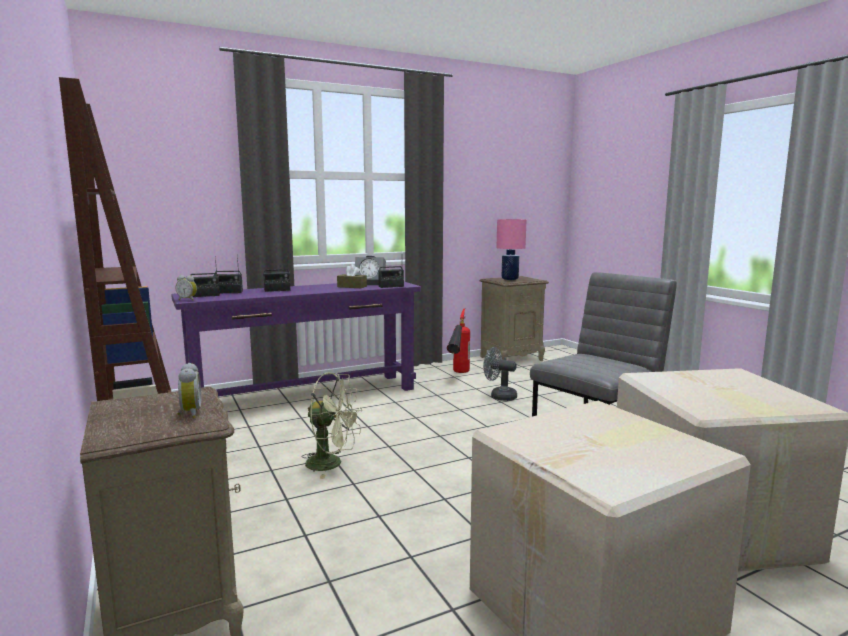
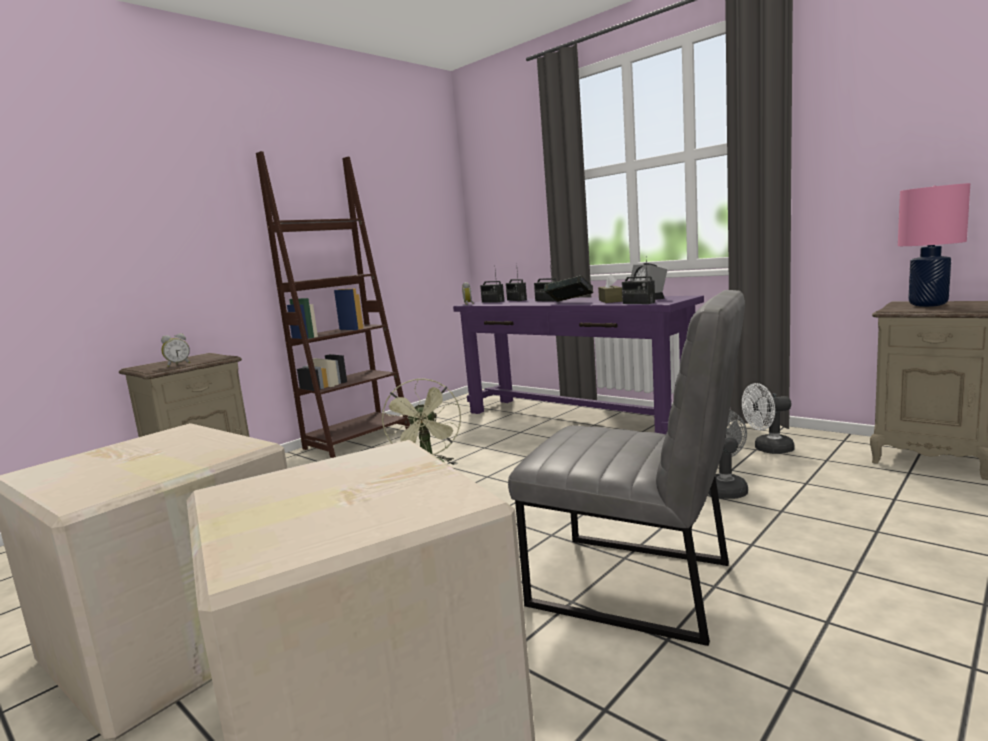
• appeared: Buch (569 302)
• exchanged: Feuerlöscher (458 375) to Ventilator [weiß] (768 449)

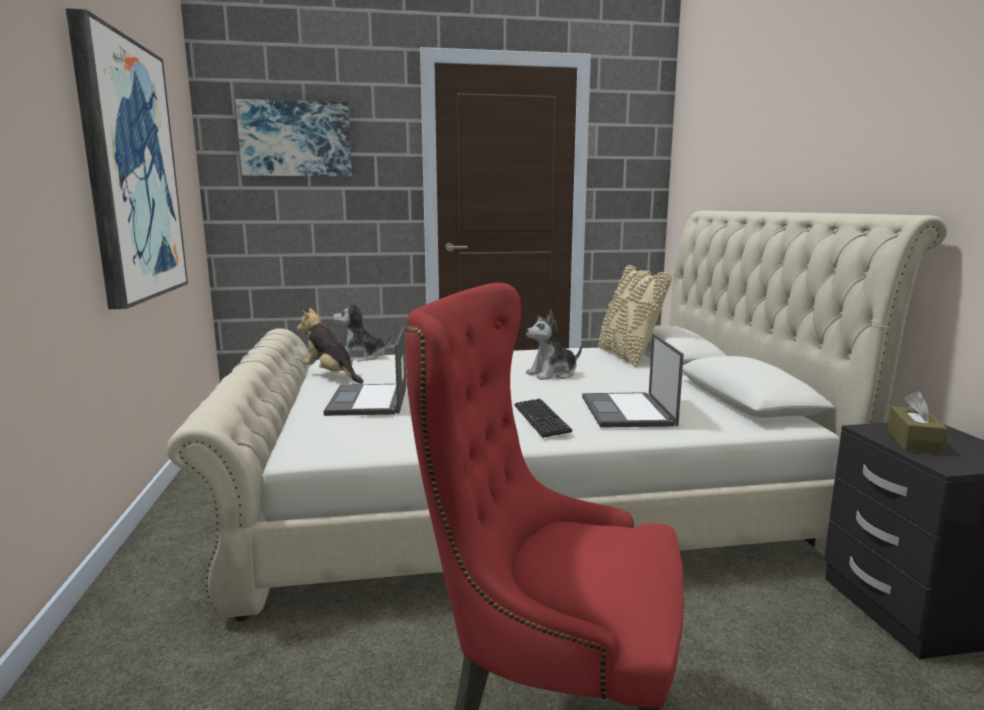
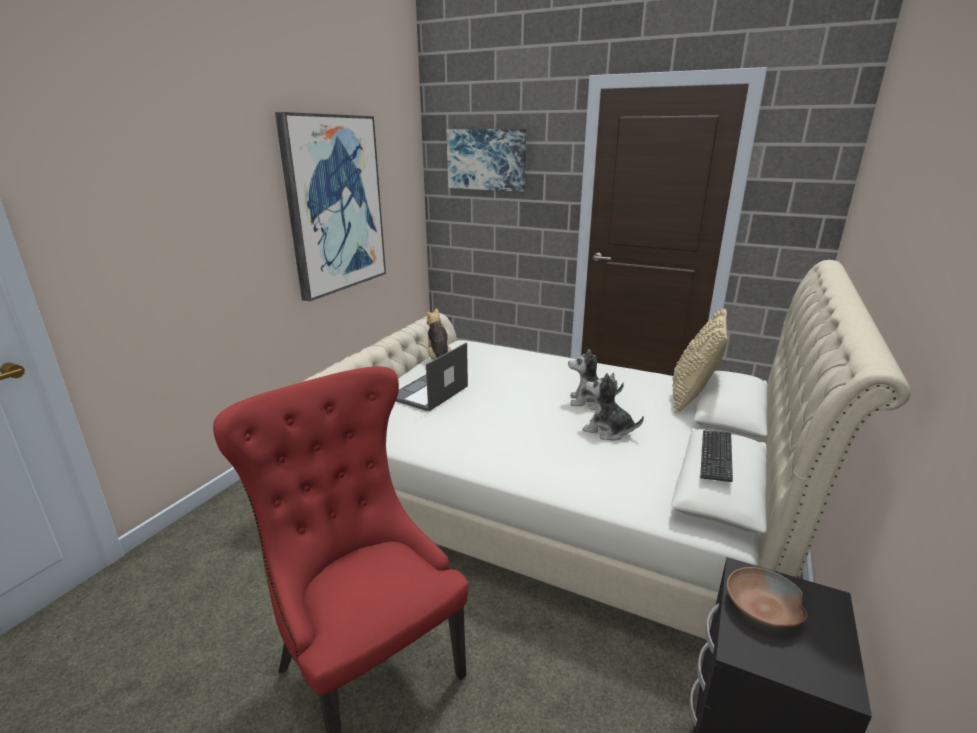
• missing: Laptop (628 411)
• relocated: Plüschtier (361 358) to (608 431)
• relocated: Tastatur (541 419) to (716 456)
• exchanged: Taschentuchbox [braun] (913 442) to Schüssel [braun] (762 608)

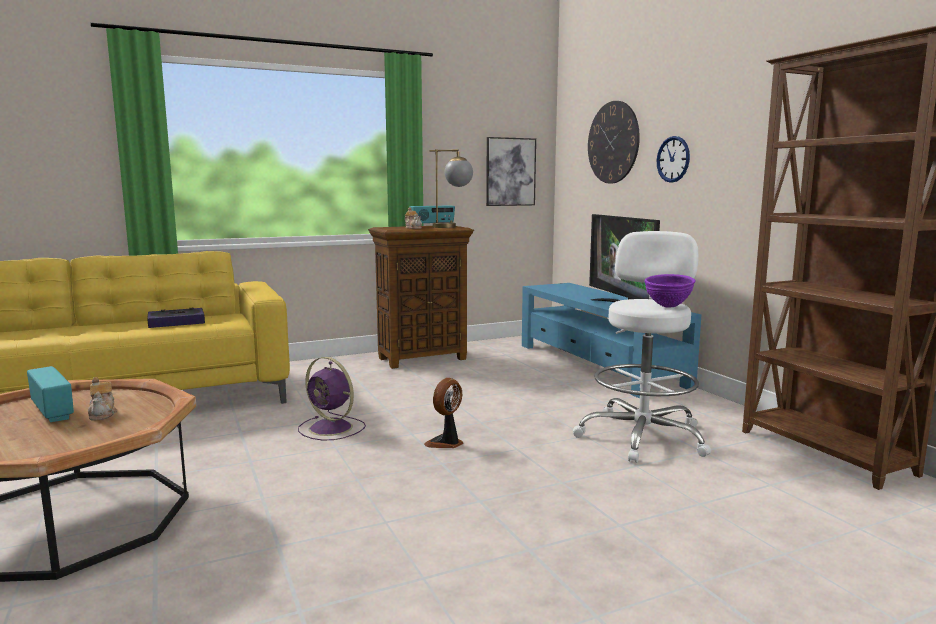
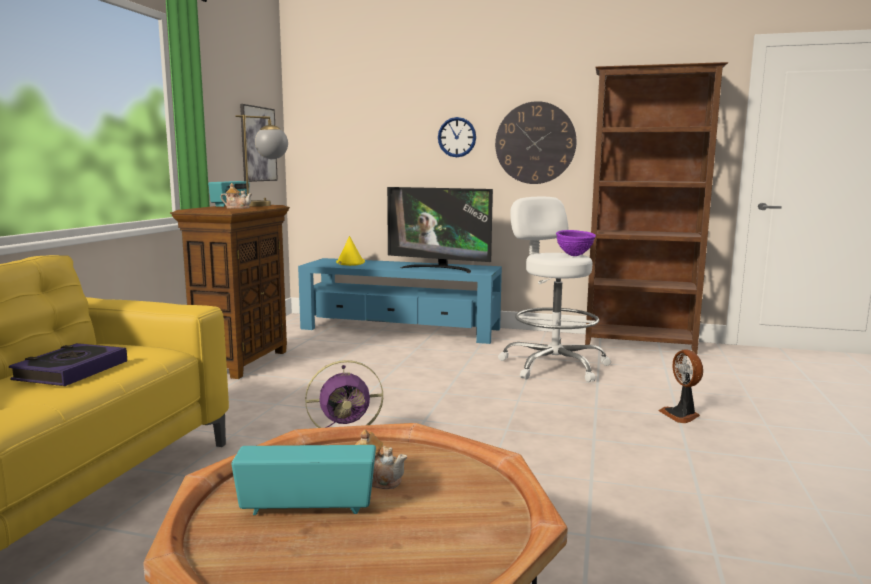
• appeared: Hut [gelb] (350 262)
• relocated: Ventilator (446 443) to (681 415)
• relocated: Wanduhr (613 142) to (535 143)

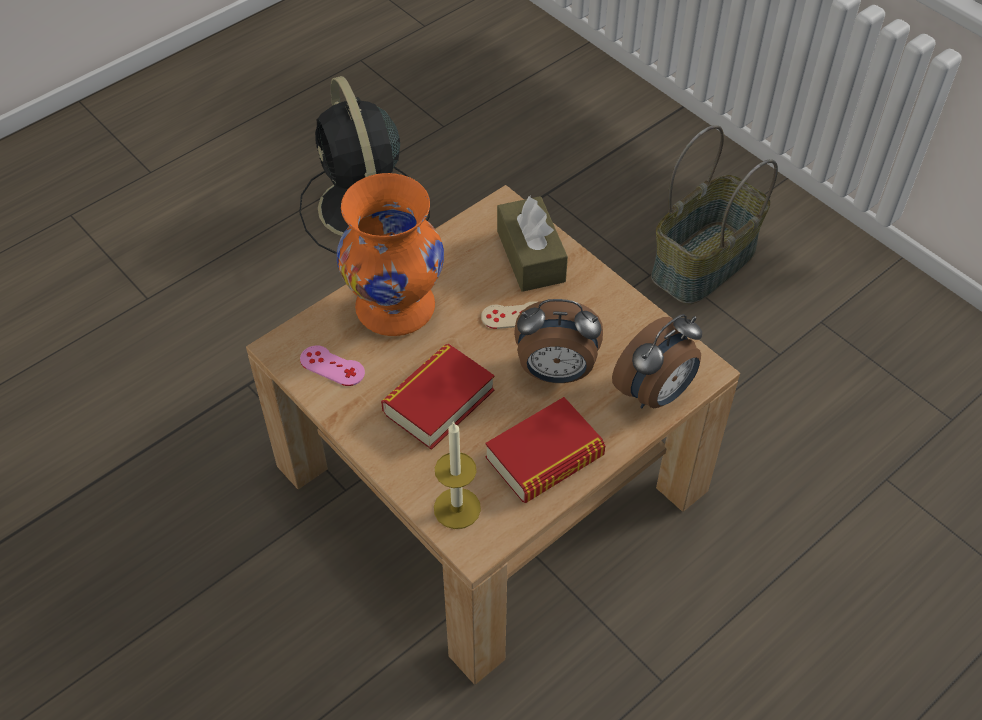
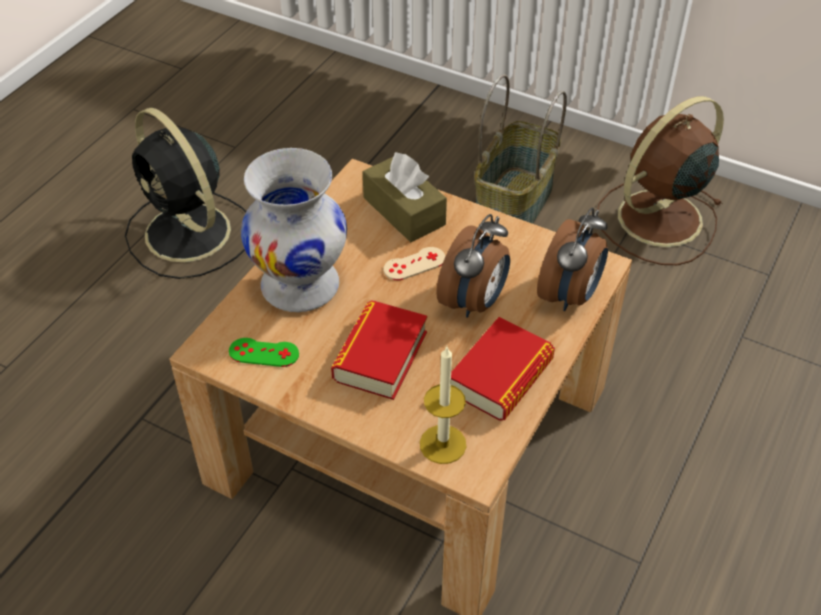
• appeared: Ventilator [braun] (656 220)
• colour: Gamepad [rosa] (332 366) to Gamepad [grün] (264 353)
• colour: Vase [orange] (393 307) to Vase [weiß] (298 286)
• spun: Wecker (555 372) = (474 302) 45 degrees counterclockwise

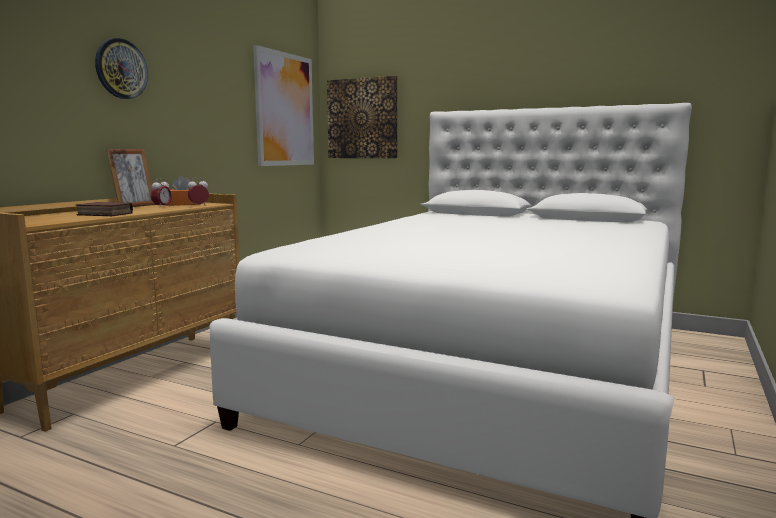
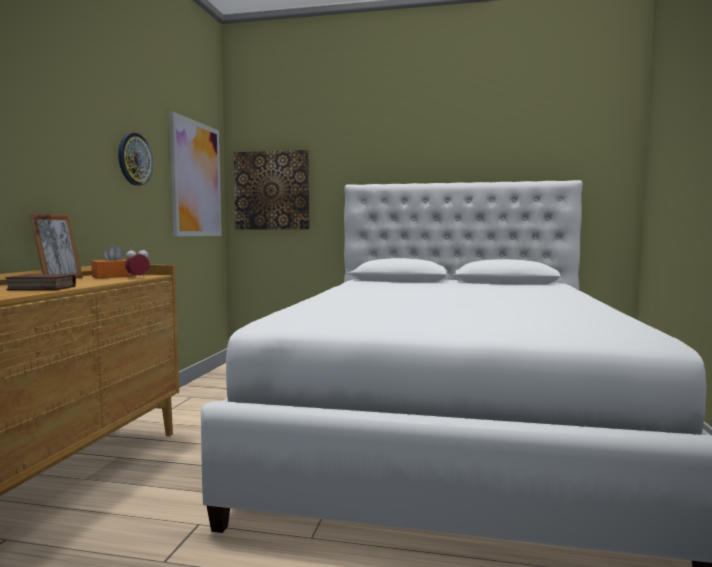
• missing: Wecker (162 207)
• relocated: Wanduhr (121 69) to (134 159)

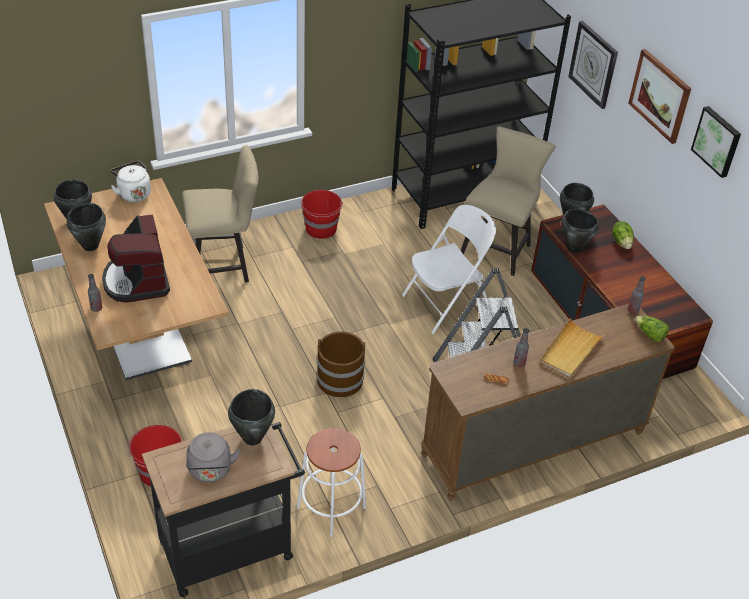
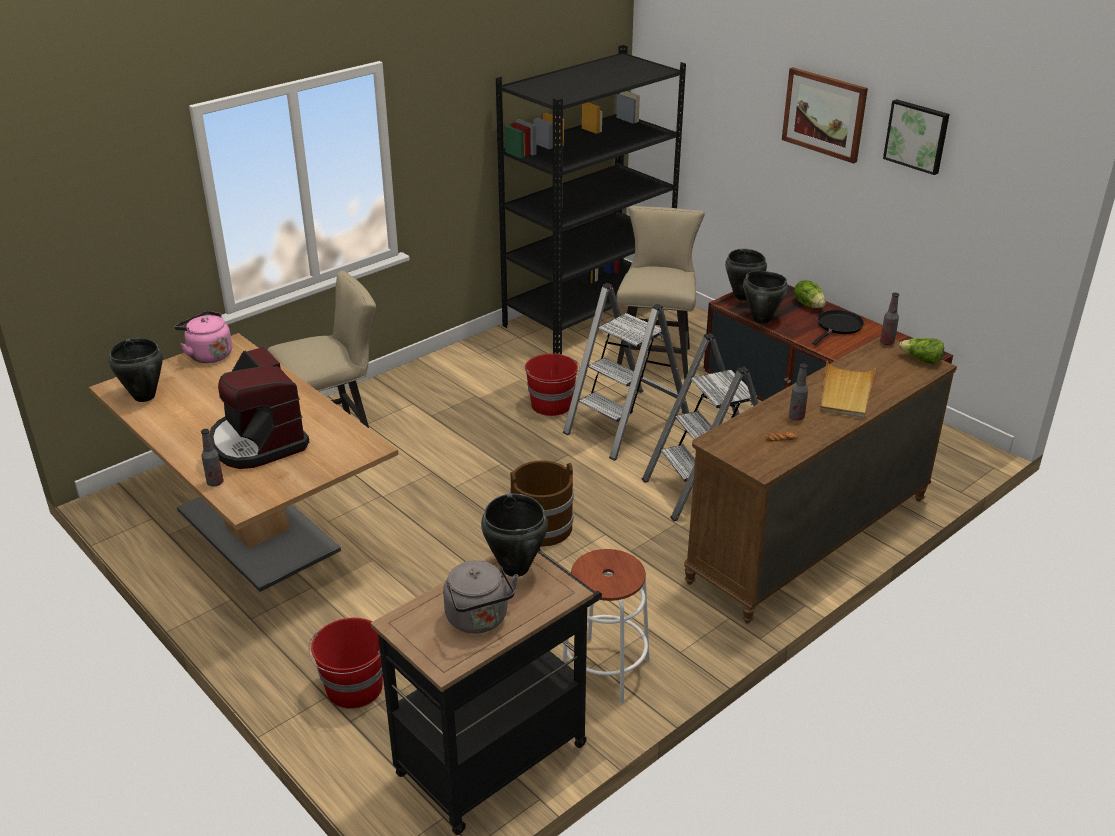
• missing: Kochtopf [schwarz] (91 246)
• missing: Wanduhr (593 64)
• appeared: Pfanne [schwarz] (838 327)
• relocated: Eimer [rot] (321 229) to (552 405)
• exchanged: Stuhl [weiß] (447 304) to Trittleiter [grau] (628 422)
• colour: Wasserkessel [weiß] (133 193) to Wasserkessel [rosa] (208 355)

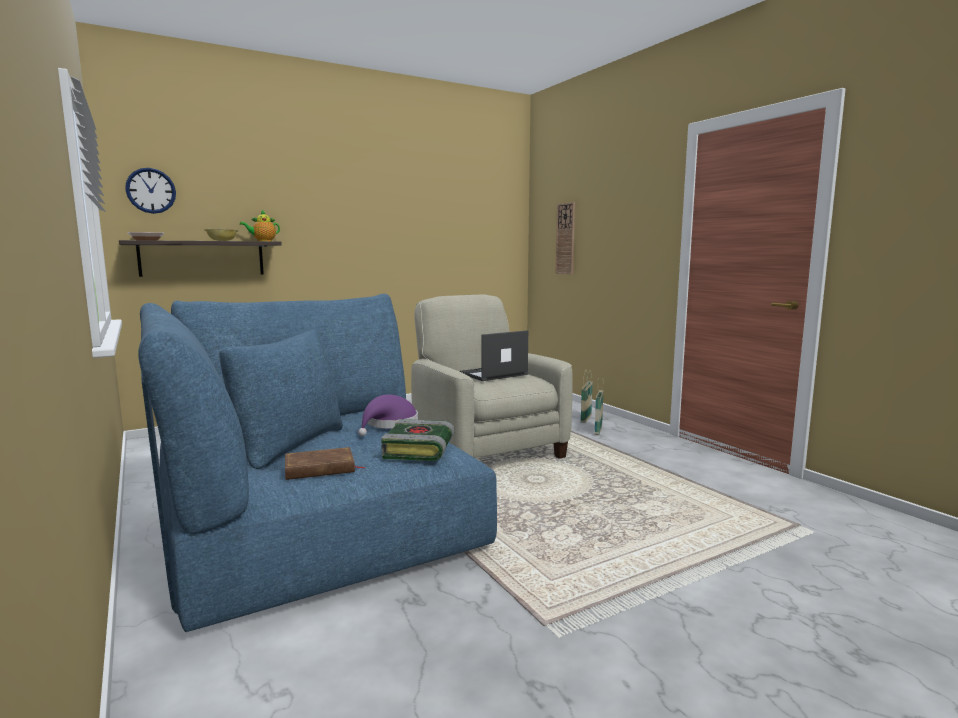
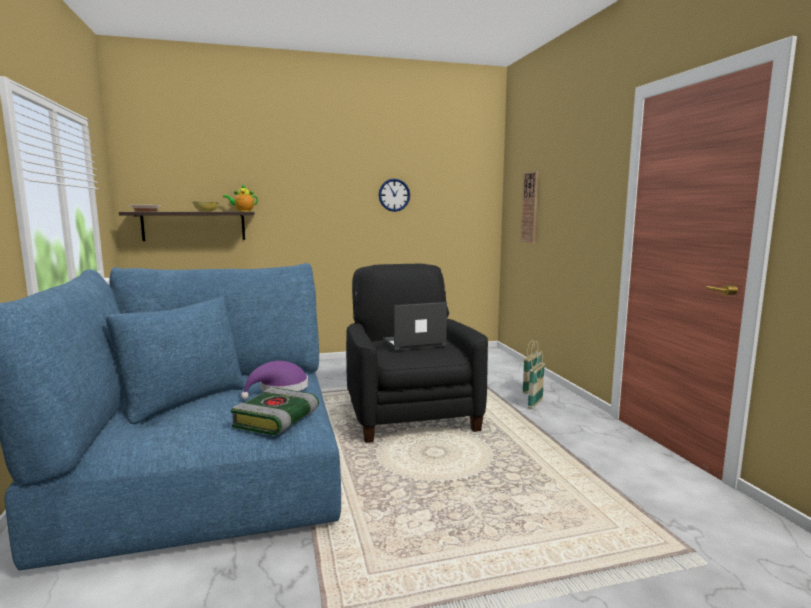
• missing: Buch [braun] (320 468)
• relocated: Wanduhr (151 190) to (394 195)
• colour: Sessel [beige] (486 450) to Sessel [schwarz] (410 414)

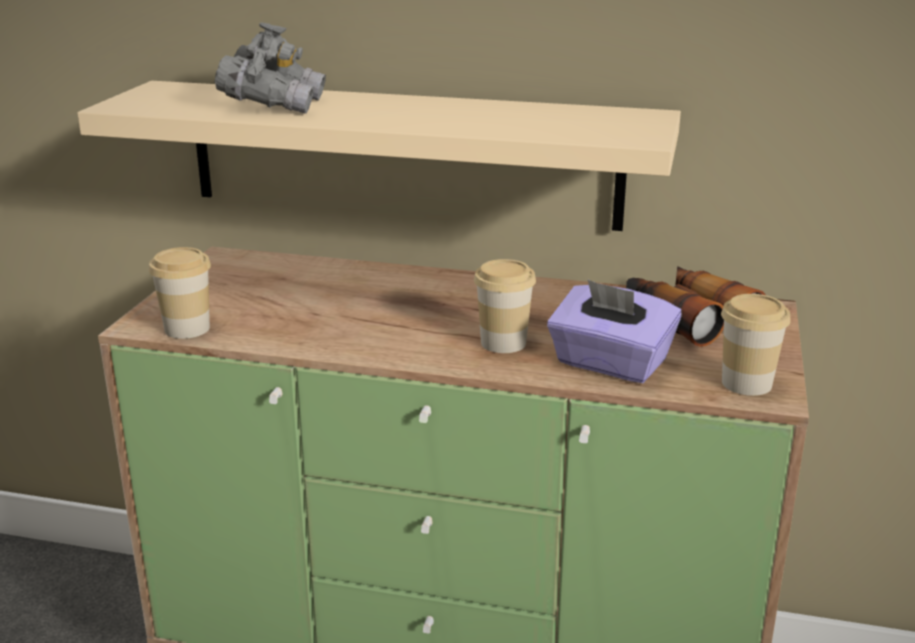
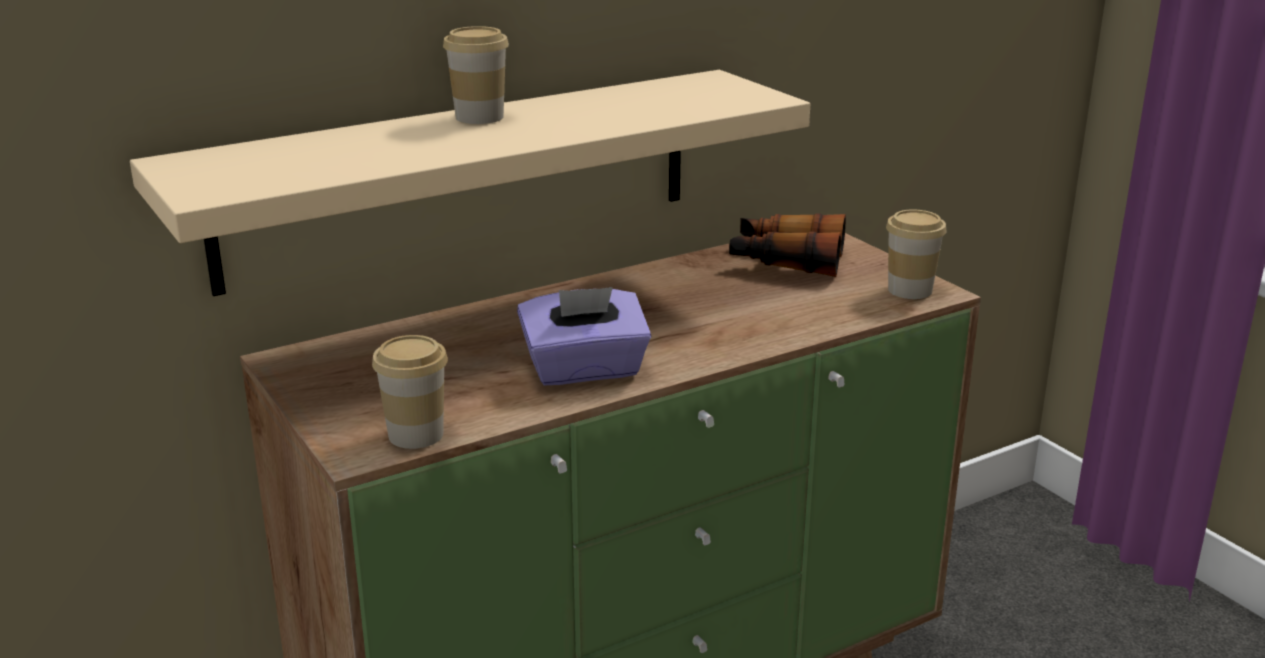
• missing: Fernglas [grau] (273 105)
• relocated: Tasse (503 343) to (479 117)
• relocated: Taschentuchbox [lila] (610 364) to (585 370)

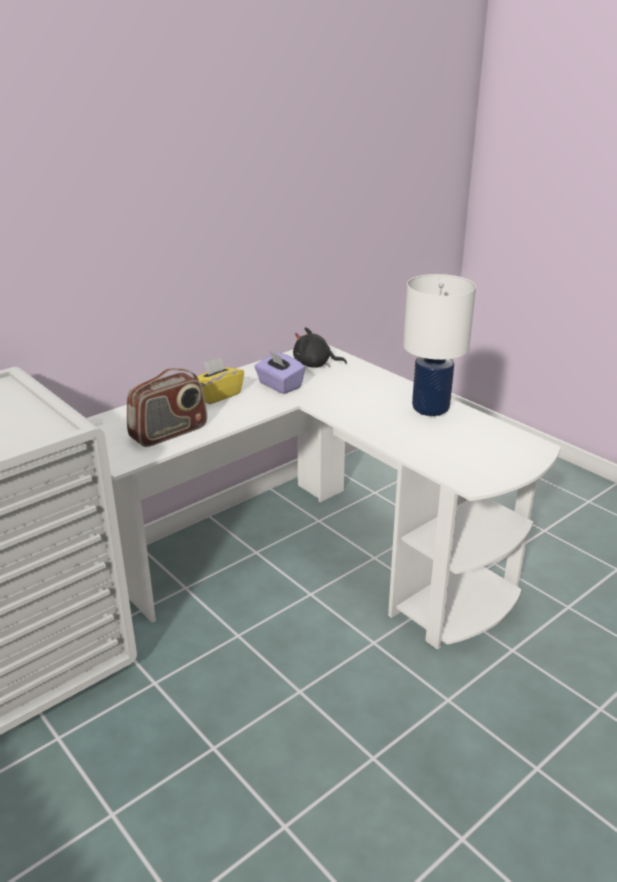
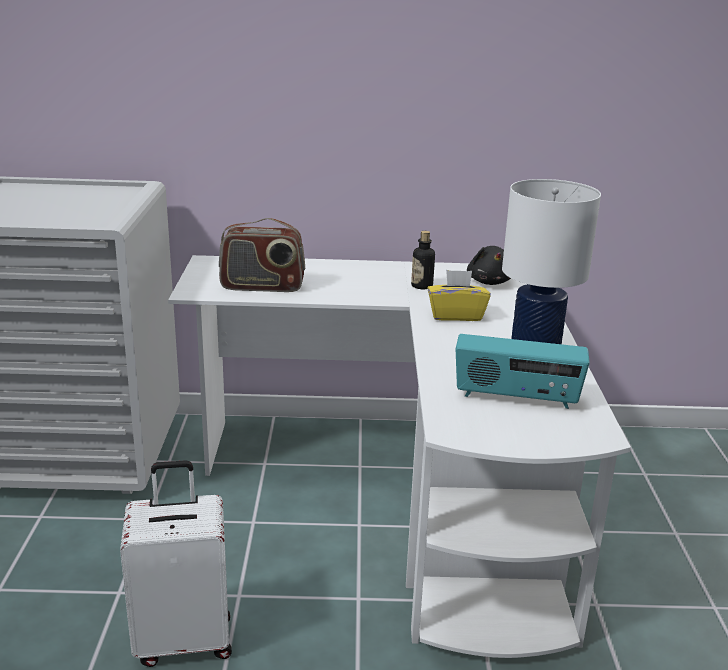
• appeared: Koffer [weiß] (184 639)
• appeared: Radio (516 398)
• relocated: Taschentuchbox [gelb] (217 395) to (456 315)
• exchanged: Taschentuchbox [lila] (279 385) to Flasche (422 286)
• spun: Plüschtier [schwarz] (315 365) = (489 282) 150 degrees counterclockwise

